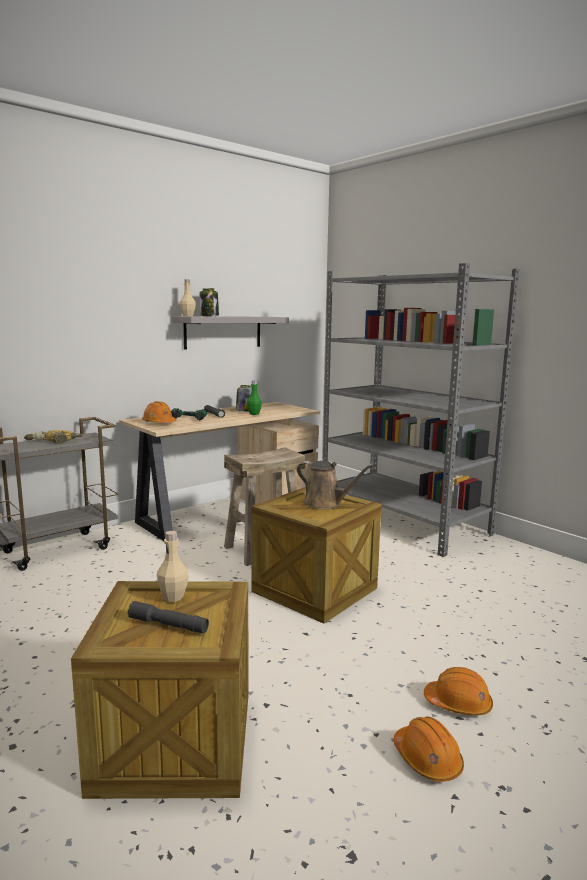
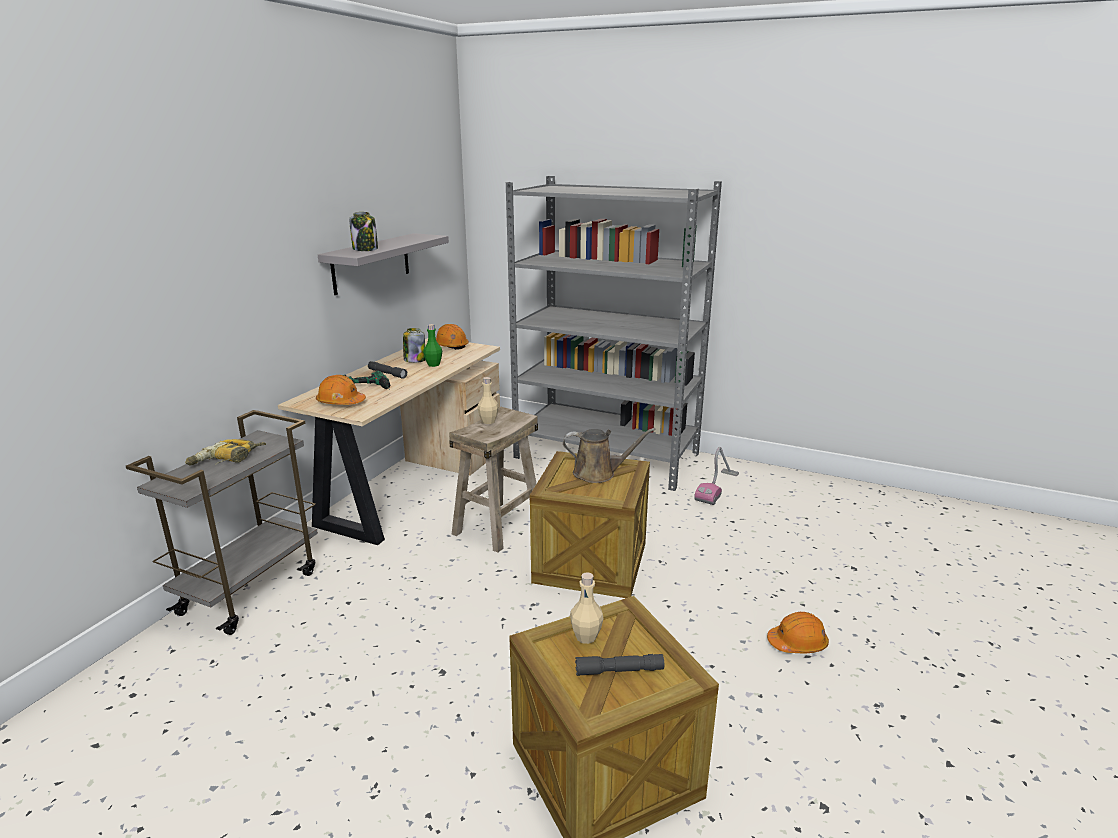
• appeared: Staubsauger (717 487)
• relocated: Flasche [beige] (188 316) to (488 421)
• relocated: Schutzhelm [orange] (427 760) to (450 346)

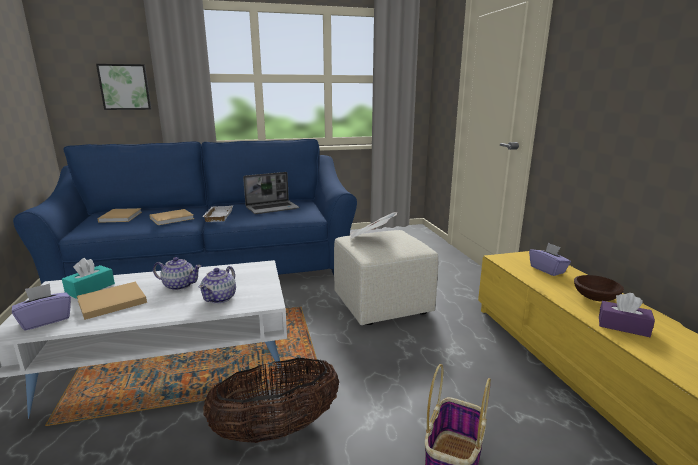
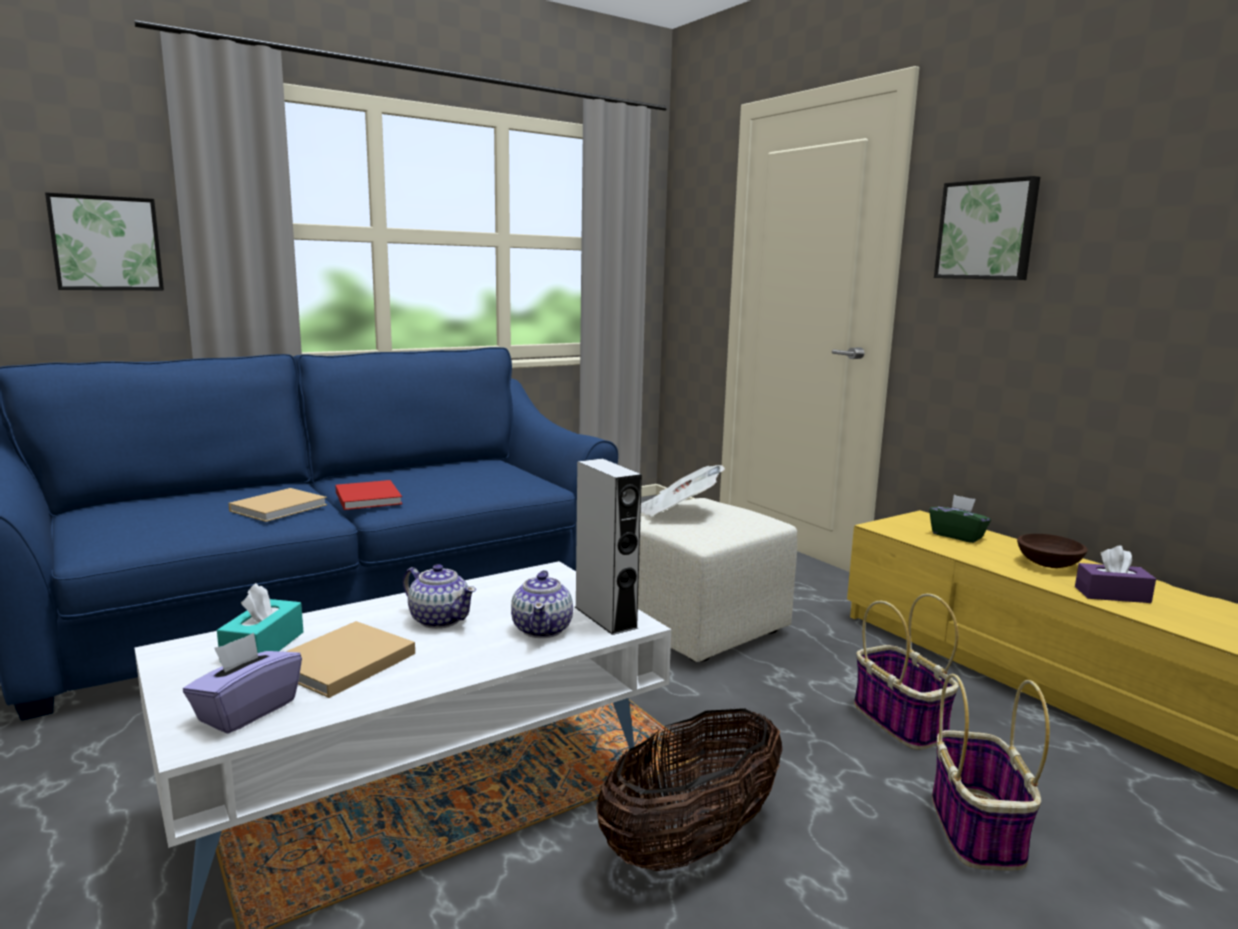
• missing: Buch [beige] (121 216)
• missing: Laptop (272 208)
• appeared: Lautsprecher [grau] (605 617)
• appeared: Korb (901 722)
• appeared: Bild (987 230)
• exchanged: Tablett [weiß] (217 216) to Buch [rot] (368 497)
• colour: Taschentuchbox [lila] (547 270) to Taschentuchbox [grün] (957 536)
• spun: Teekanne (179 285) = (439 619) 45 degrees clockwise

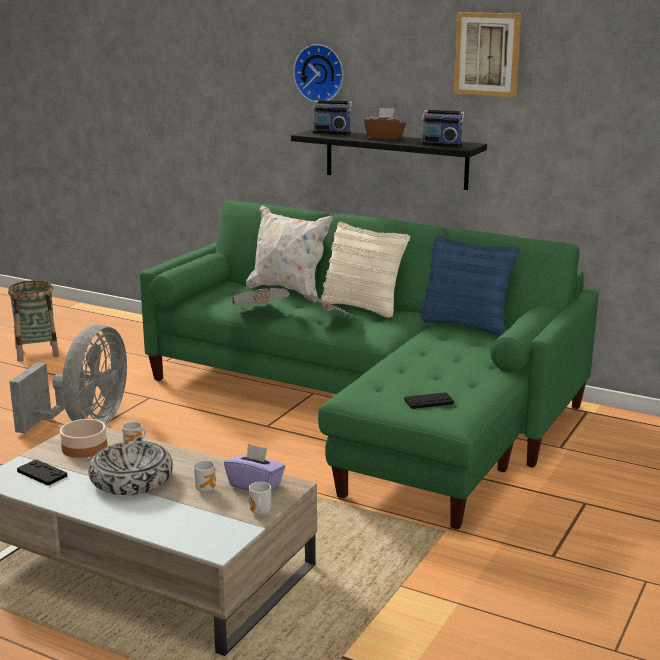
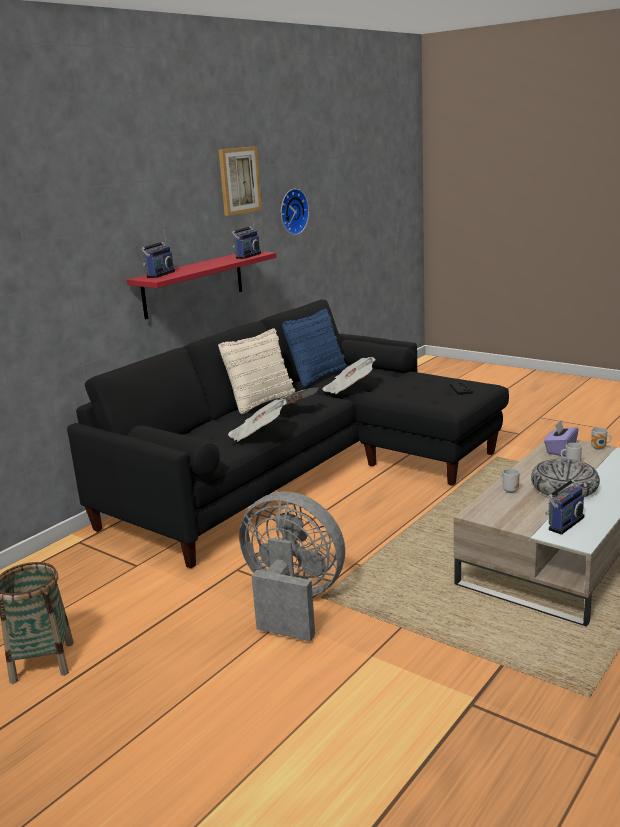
• missing: Schüssel (85 447)
• missing: Kissen [weiß] (288 290)
• missing: Taschentuchbox [braun] (384 138)
• appeared: Zeitung (349 389)
• relocated: Wanduhr (320 73) to (292 211)
• exchanged: Gamepad [schwarz] (42 473) to Radio (563 523)
• colour: Sofa [grün] (370 409) to Sofa [schwarz] (303 472)
• colour: Wandregal [schwarz] (396 159) to Wandregal [rot] (193 284)

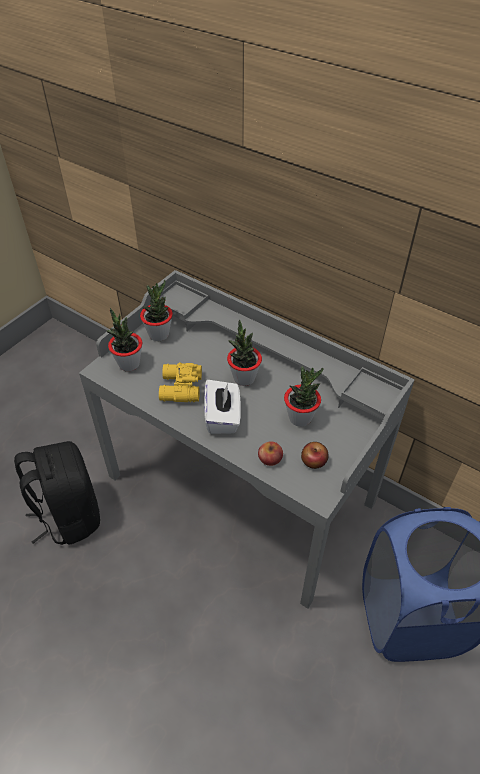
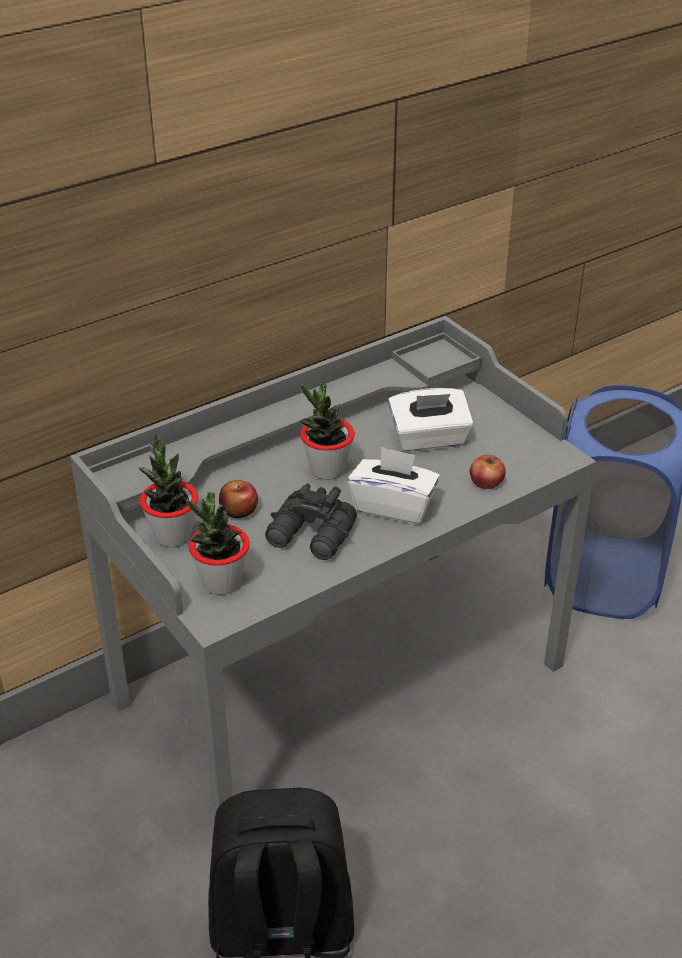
• relocated: Apfel (314 461) to (239 510)
• exchanged: Topfpflanze (300 418) to Taschentuchbox [weiß] (429 440)
• colour: Fernglas [gelb] (180 388) to Fernglas [schwarz] (312 536)

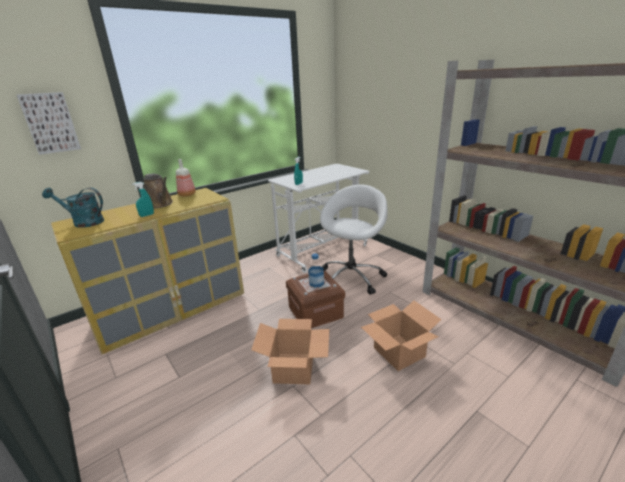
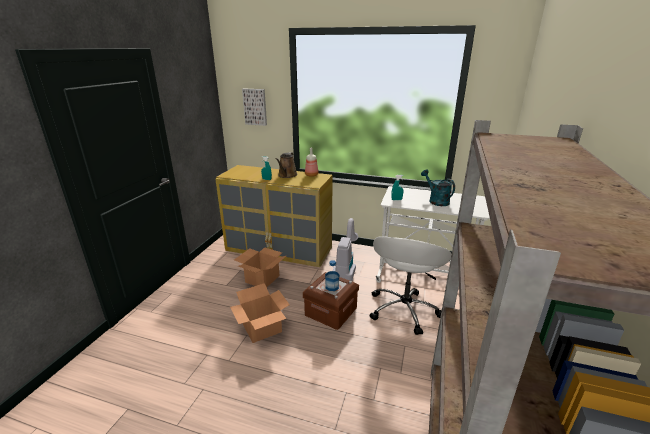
• appeared: Staubsauger (346 268)
• relocated: Gießkanne [türkis] (84 222) to (436 200)
• relocated: Karton (399 352) to (262 279)
• spun: Bürostuhl [weiß] (352 276) = (403 311) 105 degrees clockwise

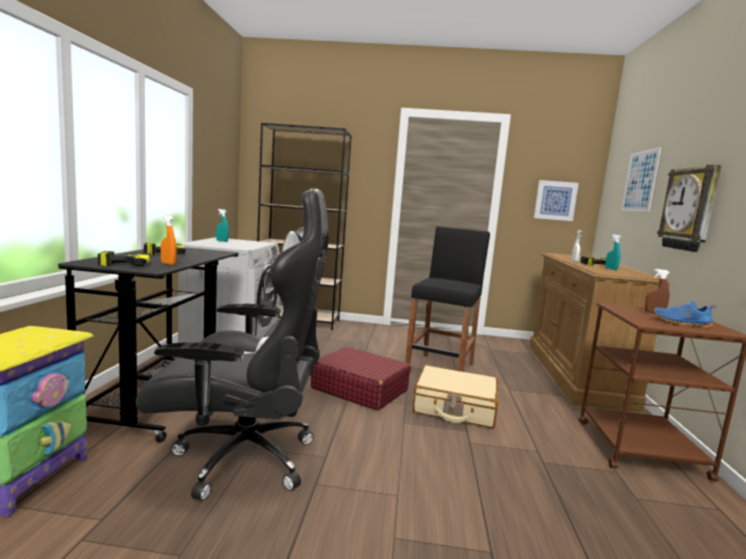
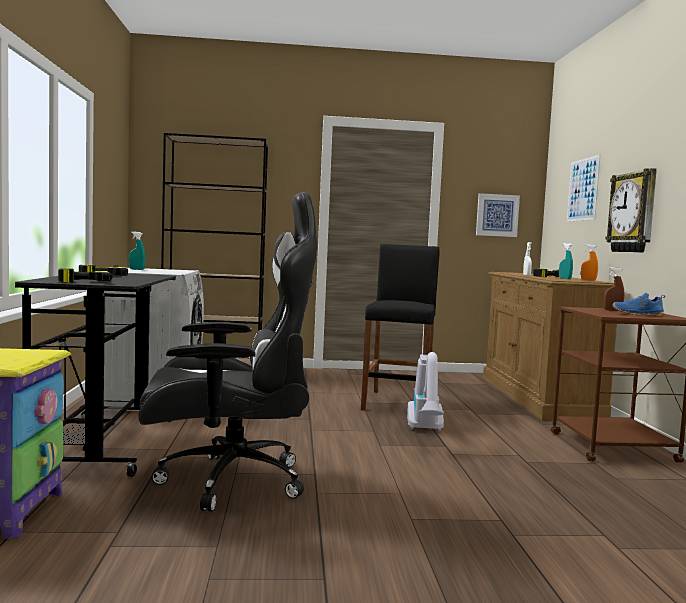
• missing: Koffer [rot] (359 389)
• relocated: Sprühflasche [orange] (168 263) to (588 280)
• exchanged: Koffer [beige] (454 408) to Staubsauger (426 430)

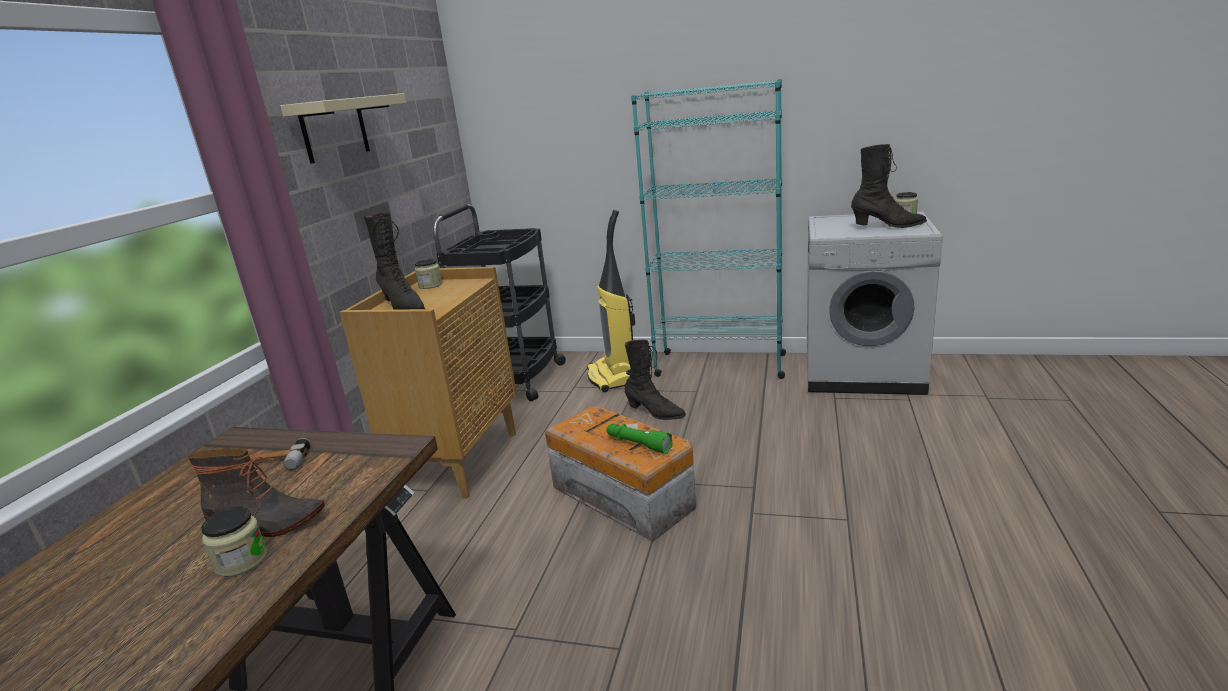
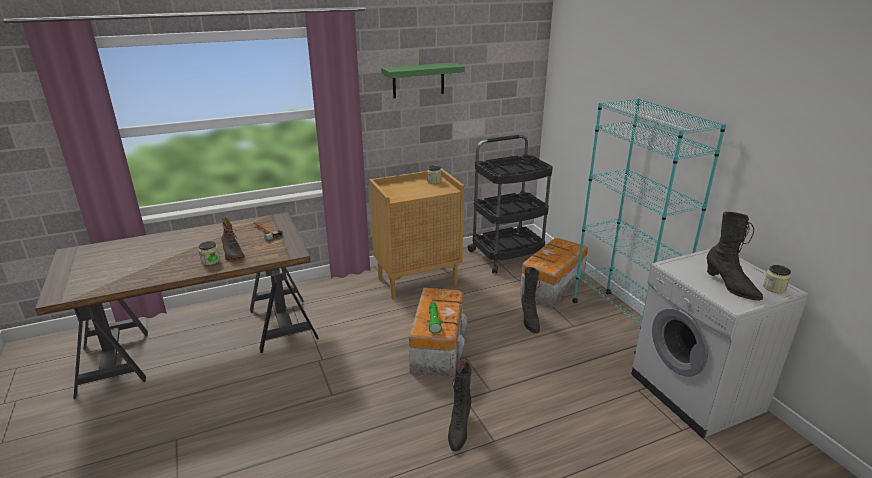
• relocated: Stiefel [schwarz] (403 307) to (458 429)
• exchanged: Staubsauger (612 377) to Aufbewahrungsbox (551 286)
• colour: Wandregal [beige] (334 129) to Wandregal [grün] (418 80)

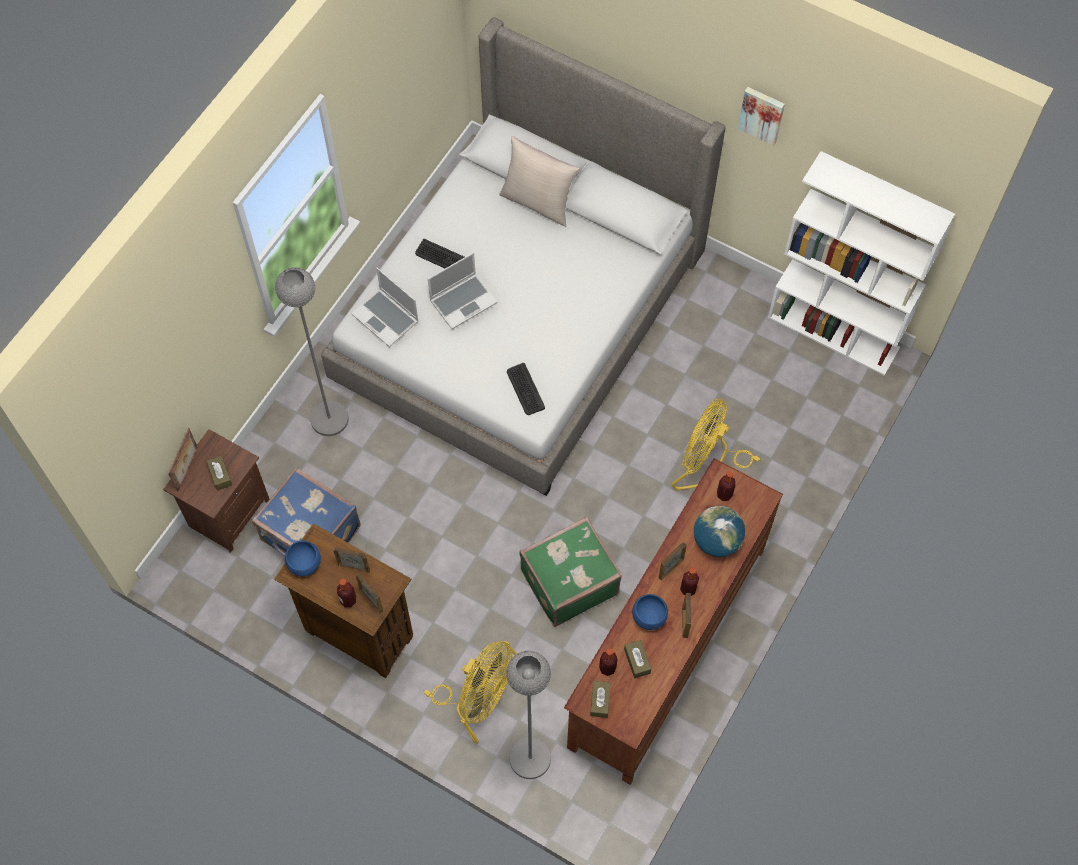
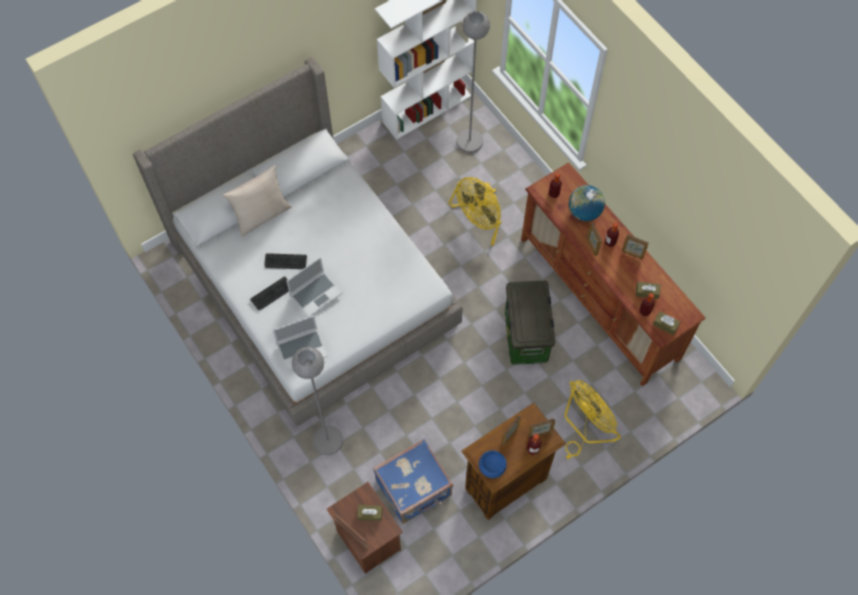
• missing: Schüssel [blau] (650 617)
• missing: Bild (762 114)
• relocated: Stehlampe [grau] (530 758) to (469 141)
• relocated: Tastatur (525 389) to (285 261)
• exchanged: Koffer [grün] (568 581) to Aufbewahrungsbox (527 336)
• spun: Laptop (463 301) = (316 294) 60 degrees clockwise

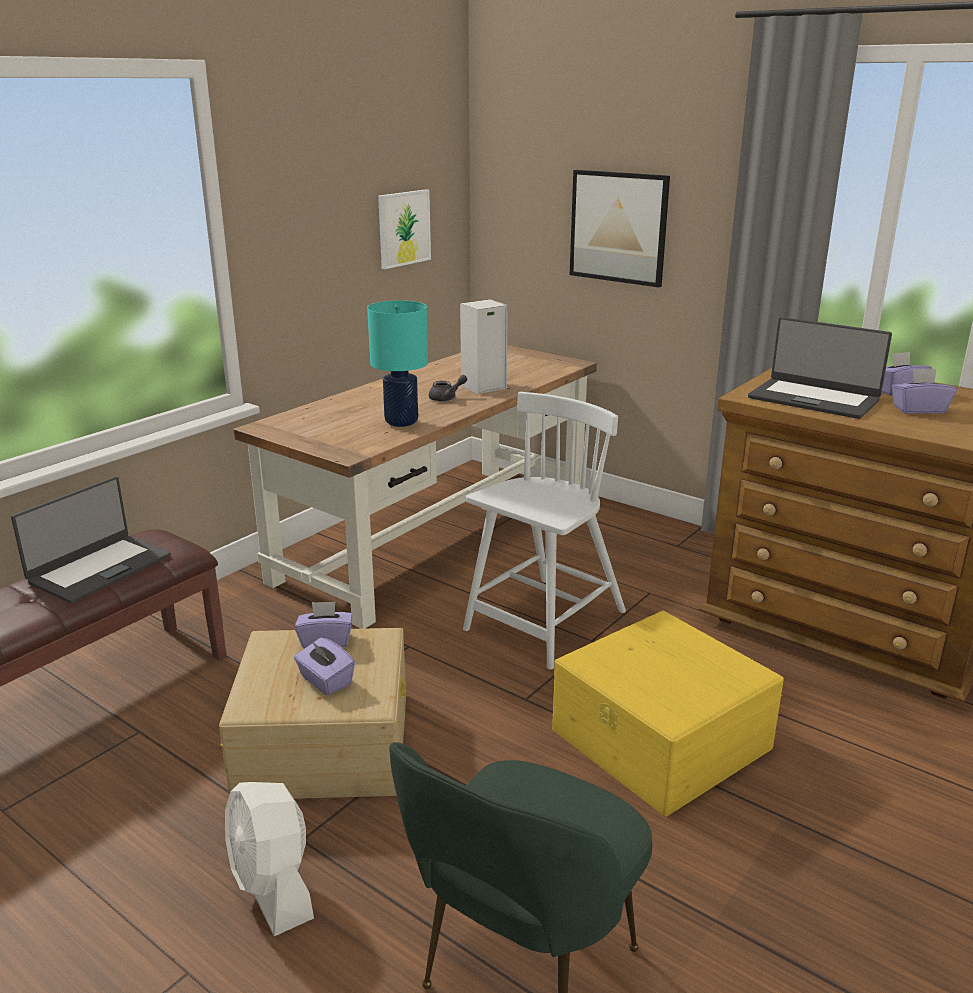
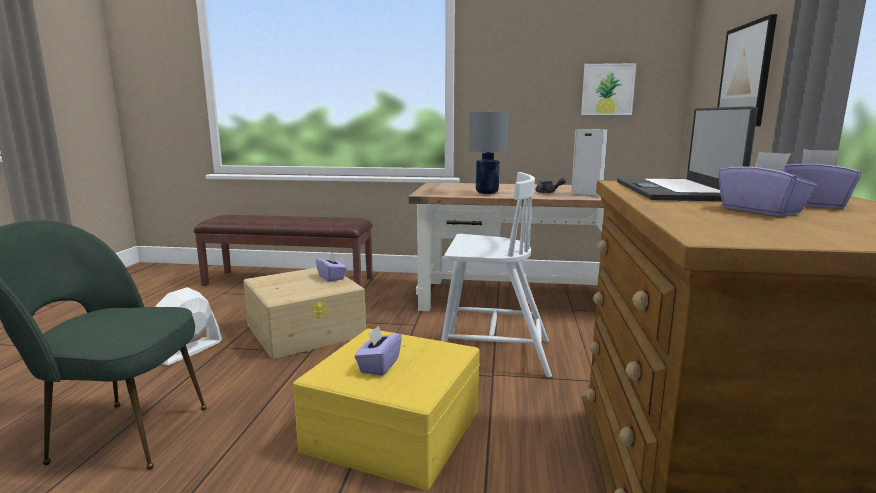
• missing: Laptop (99 569)
• relocated: Taschentuchbox [lila] (325 681) to (379 365)
• colour: Tischlampe [türkis] (402 424) to Tischlampe [grau] (487 193)

